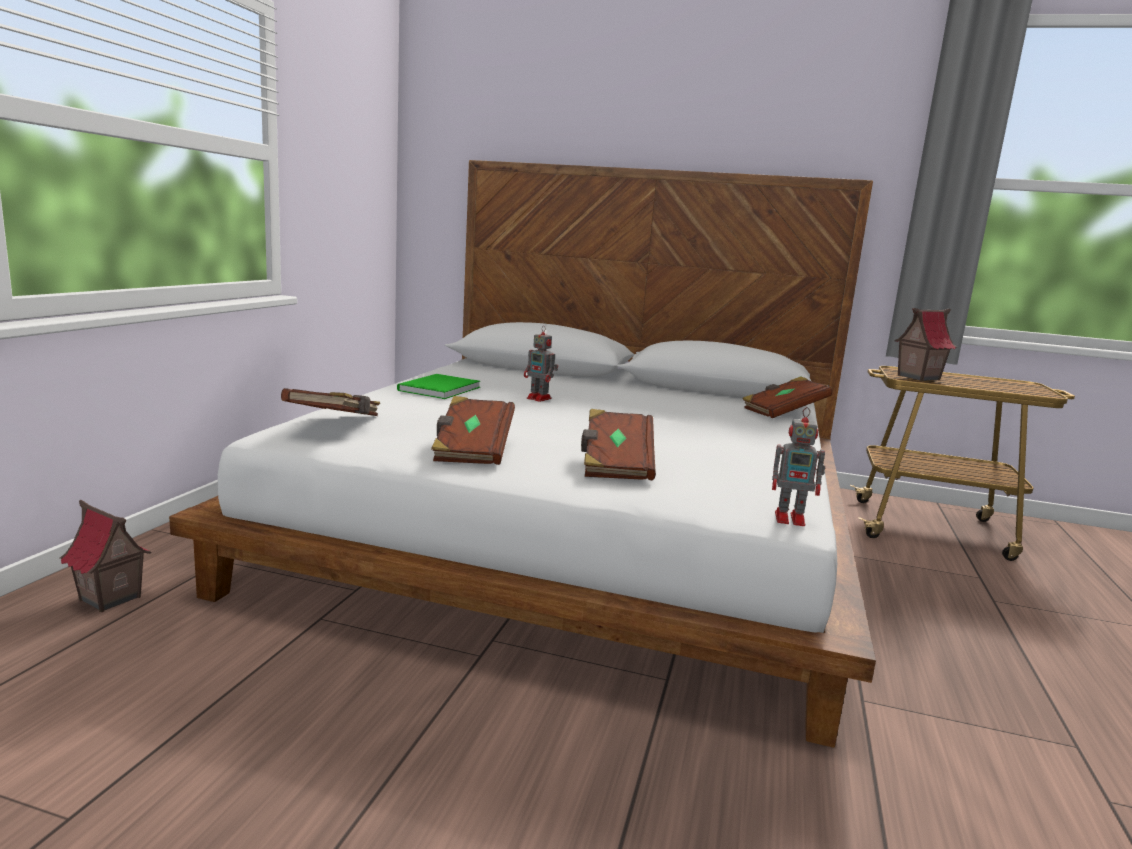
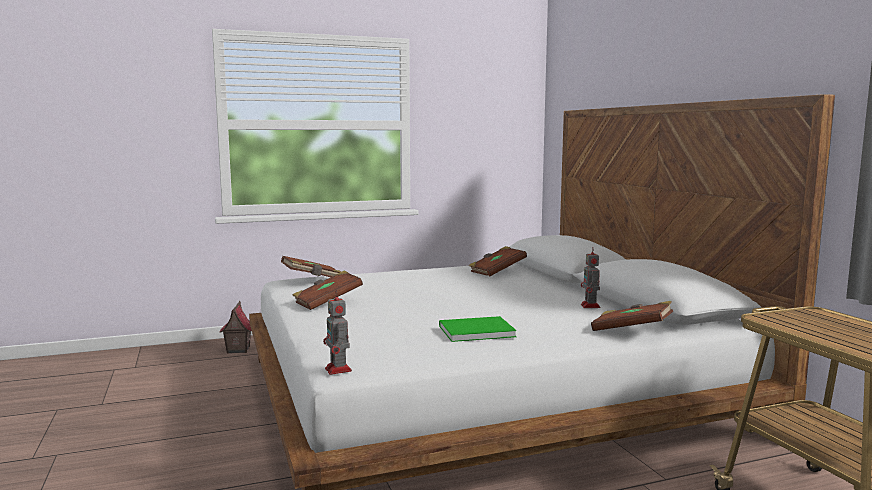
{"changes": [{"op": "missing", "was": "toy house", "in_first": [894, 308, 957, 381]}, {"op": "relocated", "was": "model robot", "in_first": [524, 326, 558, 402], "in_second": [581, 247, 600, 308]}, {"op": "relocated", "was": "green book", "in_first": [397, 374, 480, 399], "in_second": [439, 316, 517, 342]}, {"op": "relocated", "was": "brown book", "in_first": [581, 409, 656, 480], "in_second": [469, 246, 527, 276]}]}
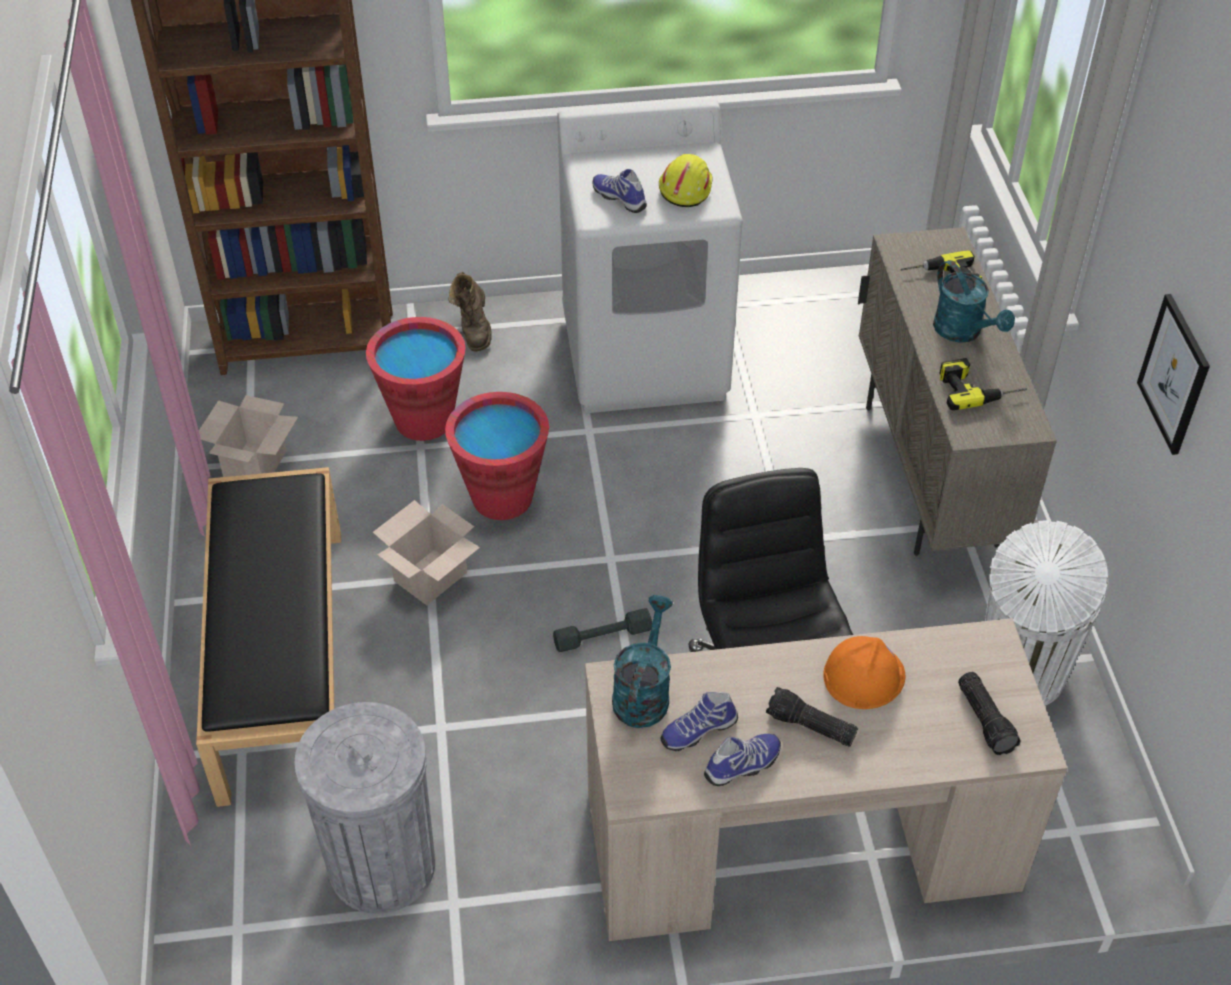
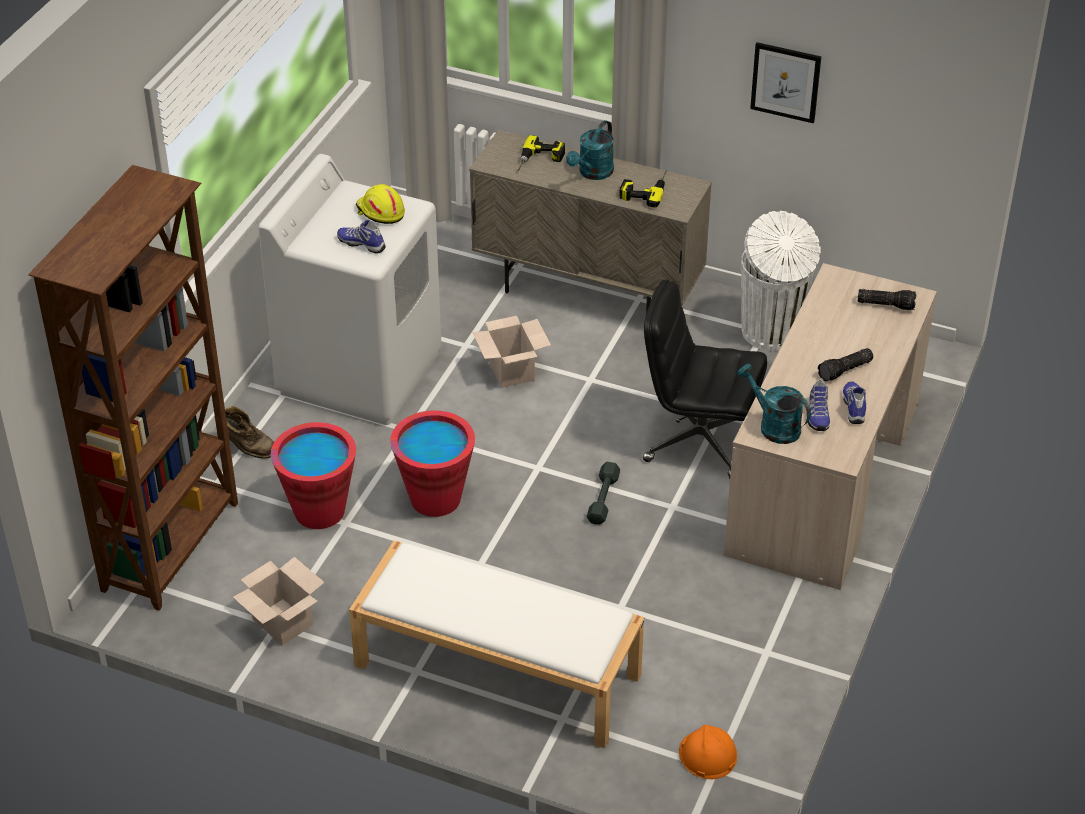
{"changes": [{"op": "spun", "was": "low shoe", "in_first": [592, 169, 647, 213], "in_second": [337, 220, 386, 253], "clockwise": 45}, {"op": "spun", "was": "turquoise sprinkling can", "in_first": [933, 260, 1015, 343], "in_second": [566, 120, 614, 180], "clockwise": 120}, {"op": "colour", "was": "black-coloured long seat", "now": "white-coloured long seat", "in_first": [196, 467, 341, 807], "in_second": [349, 540, 644, 748]}, {"op": "relocated", "was": "cardboard box", "in_first": [373, 500, 480, 605], "in_second": [472, 316, 551, 388]}, {"op": "relocated", "was": "orange hard hat", "in_first": [823, 636, 905, 709], "in_second": [679, 725, 737, 779]}, {"op": "missing", "was": "grey rubbish bin", "in_first": [294, 702, 435, 914]}]}
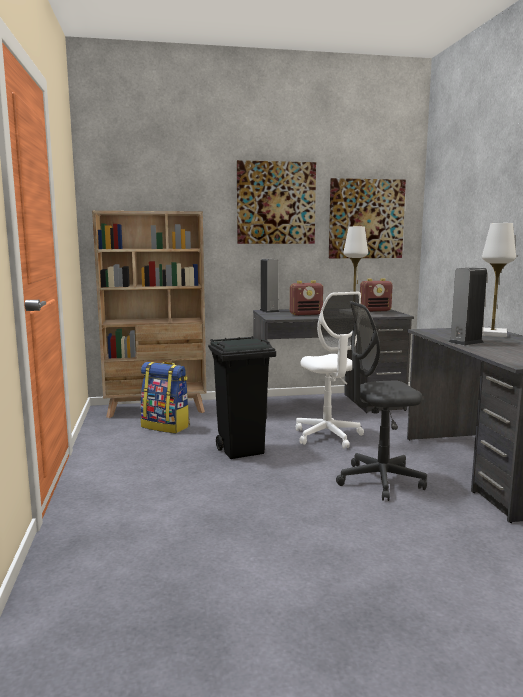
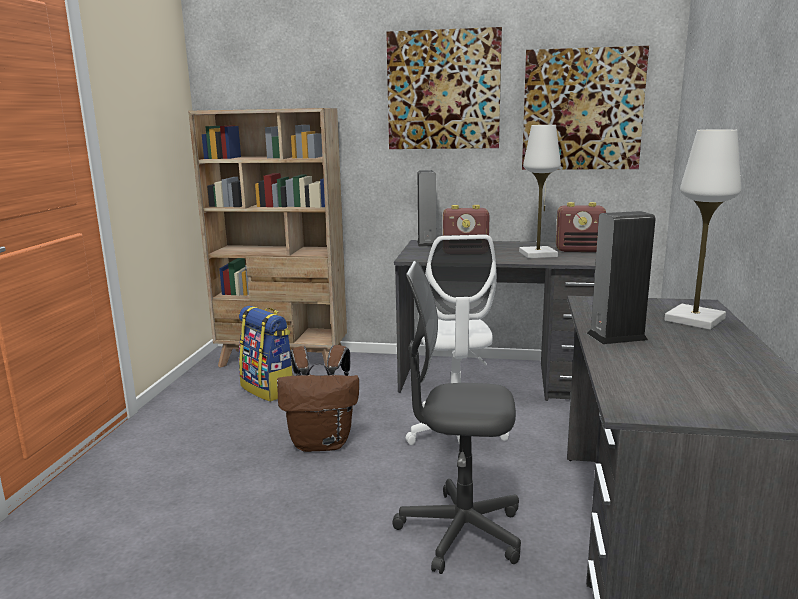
{"changes": [{"op": "exchanged", "was": "black-coloured rubbish bin", "now": "brown rucksack", "in_first": [208, 336, 276, 459], "in_second": [277, 345, 359, 452]}]}
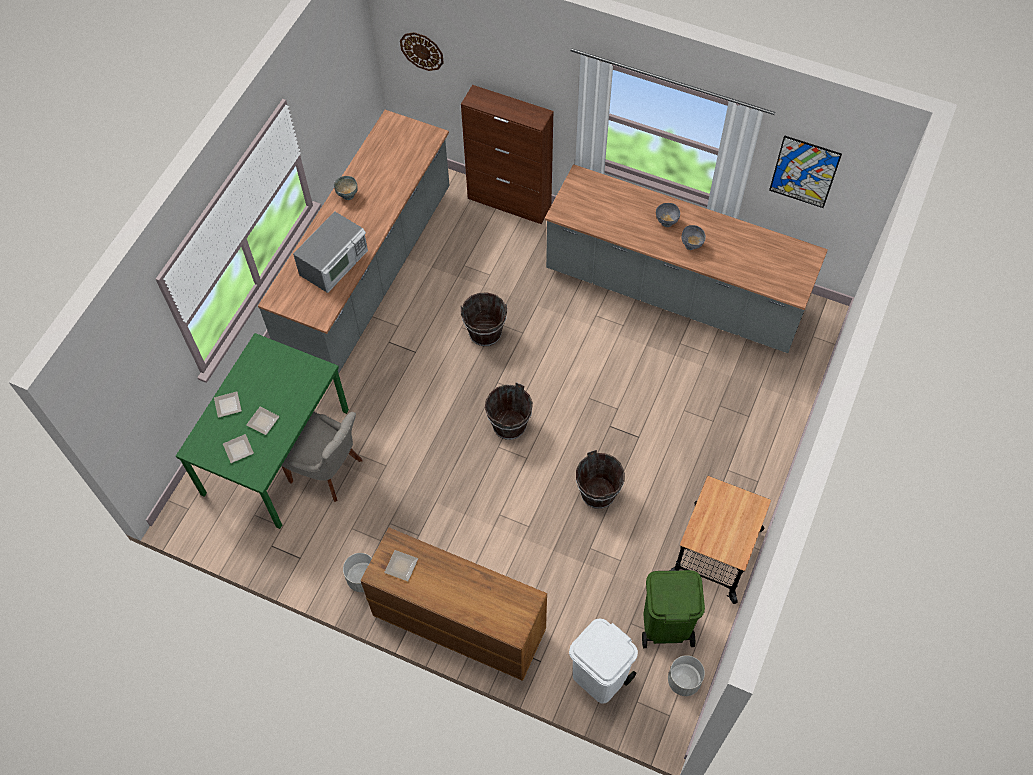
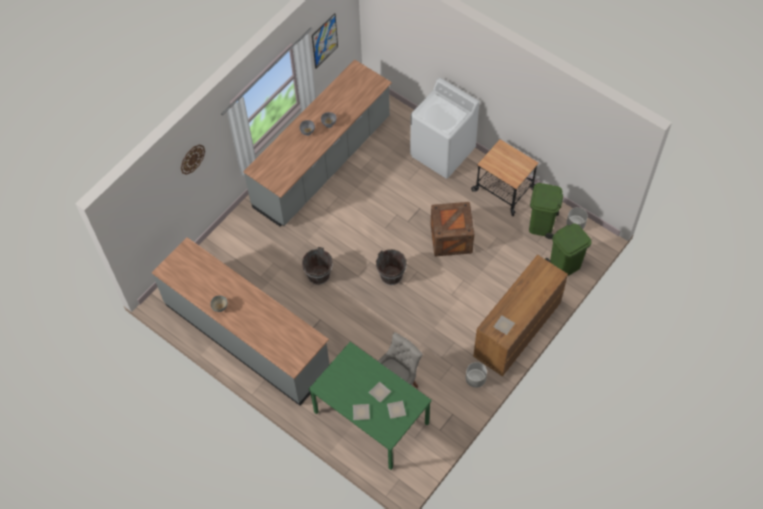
{"changes": [{"op": "relocated", "was": "hanging clock", "in_first": [400, 32, 444, 71], "in_second": [181, 144, 205, 175]}, {"op": "missing", "was": "brown storage cabinet", "in_first": [461, 85, 554, 224]}, {"op": "missing", "was": "kitchen microwave", "in_first": [293, 212, 368, 293]}, {"op": "exchanged", "was": "brown bucket", "now": "crate", "in_first": [576, 450, 625, 509], "in_second": [431, 202, 474, 256]}, {"op": "colour", "was": "white-coloured rubbish bin", "now": "green rubbish bin", "in_first": [569, 618, 638, 704], "in_second": [545, 224, 591, 276]}, {"op": "appeared", "now": "white-coloured washing machine", "in_second": [410, 78, 479, 179]}]}
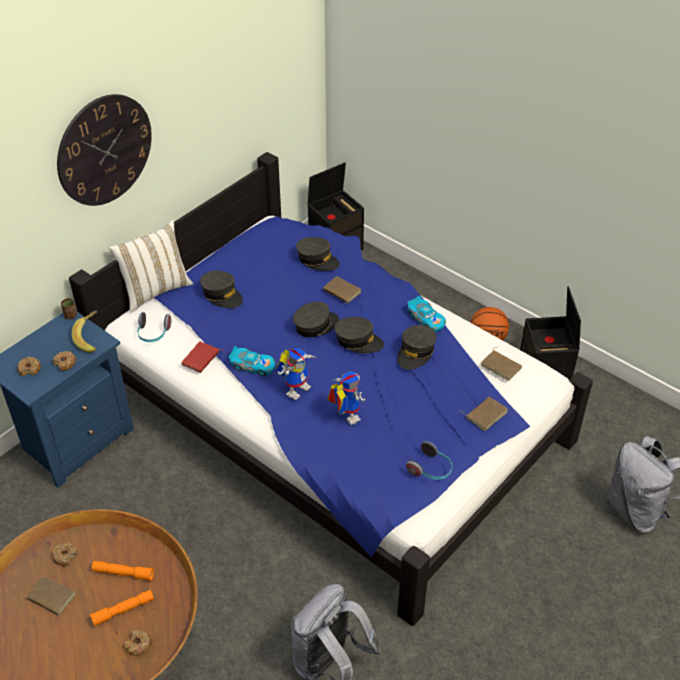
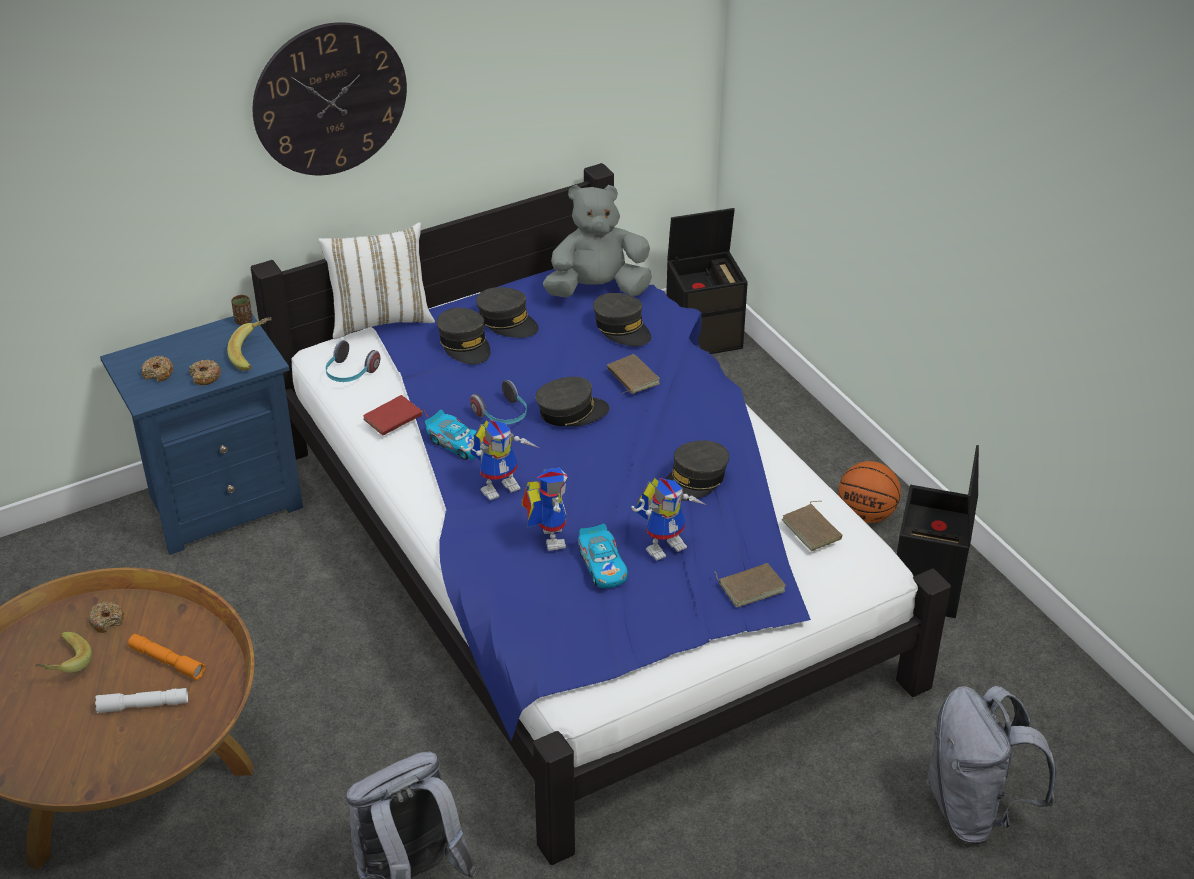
{"changes": [{"op": "relocated", "was": "model car", "in_first": [407, 296, 446, 332], "in_second": [578, 523, 628, 588]}, {"op": "relocated", "was": "grey cap", "in_first": [335, 317, 384, 353], "in_second": [476, 287, 539, 338]}, {"op": "relocated", "was": "pair of headphones", "in_first": [406, 441, 452, 480], "in_second": [470, 380, 527, 424]}, {"op": "exchanged", "was": "brown book", "now": "banana", "in_first": [26, 576, 76, 621], "in_second": [35, 632, 92, 673]}, {"op": "colour", "was": "orange torch", "now": "white-coloured torch", "in_first": [90, 590, 154, 626], "in_second": [95, 688, 188, 713]}, {"op": "missing", "was": "doughnut", "in_first": [124, 630, 152, 656]}, {"op": "appeared", "now": "grey soft toy", "in_second": [543, 185, 652, 298]}, {"op": "appeared", "now": "model robot", "in_second": [631, 478, 706, 561]}]}
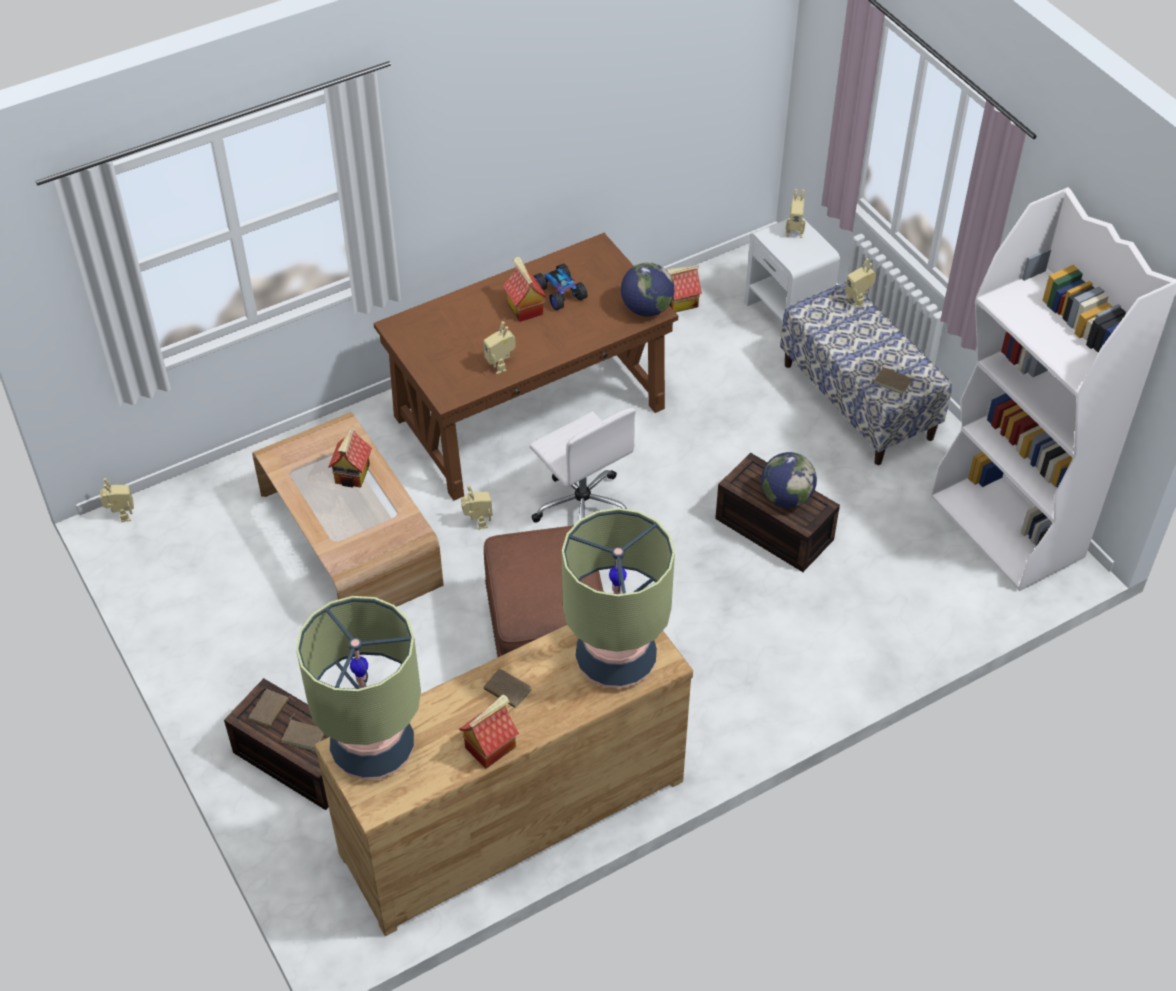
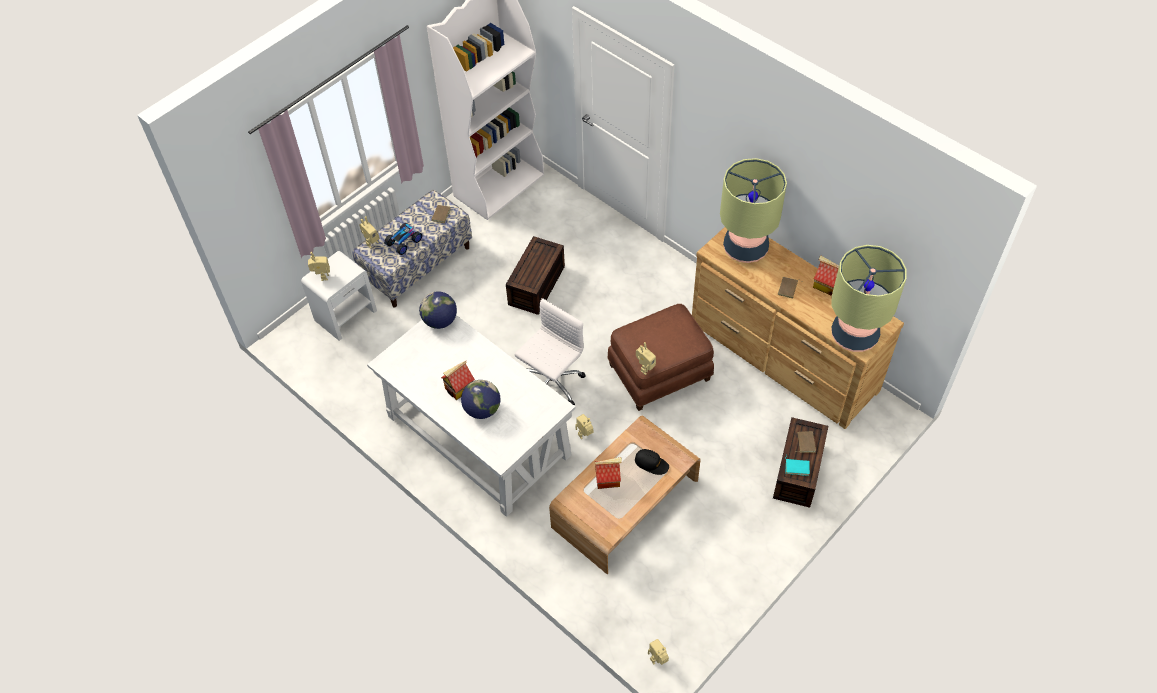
{"changes": [{"op": "colour", "was": "brown desk", "now": "white-coloured desk", "in_first": [373, 233, 678, 501], "in_second": [367, 315, 575, 517]}, {"op": "relocated", "was": "model car", "in_first": [534, 263, 587, 310], "in_second": [384, 223, 422, 255]}, {"op": "missing", "was": "toy house", "in_first": [666, 265, 702, 312]}, {"op": "relocated", "was": "model robot", "in_first": [484, 321, 516, 375], "in_second": [636, 342, 656, 375]}, {"op": "relocated", "was": "globe", "in_first": [761, 452, 817, 508], "in_second": [461, 380, 500, 419]}, {"op": "colour", "was": "brown book", "now": "turquoise book", "in_first": [249, 689, 295, 727], "in_second": [785, 455, 810, 476]}, {"op": "appeared", "now": "black-coloured cap", "in_second": [635, 449, 669, 475]}]}
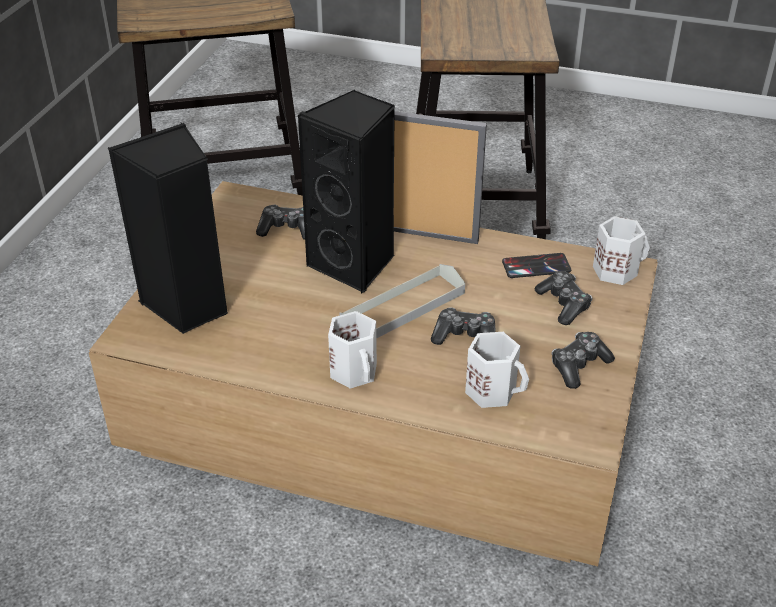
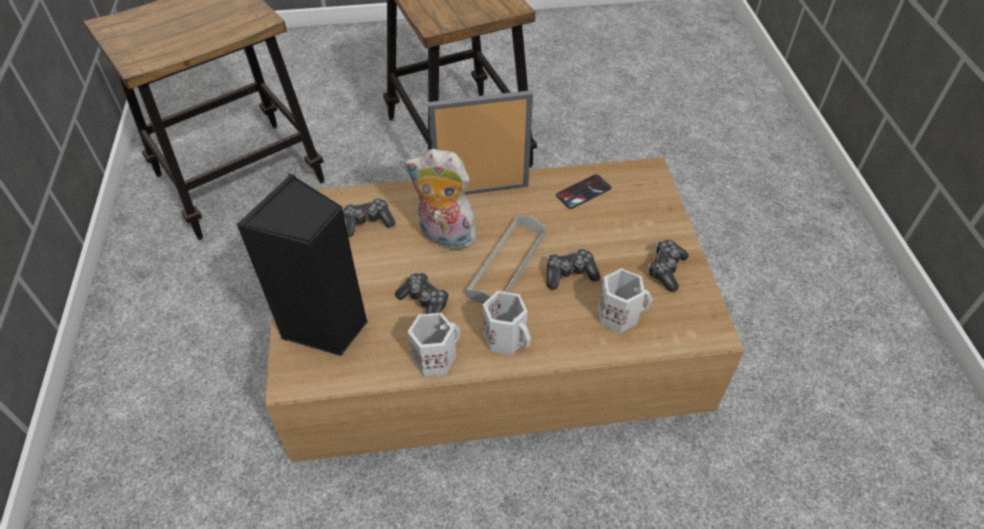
{"changes": [{"op": "exchanged", "was": "black-coloured audio speaker", "now": "soft toy", "in_first": [297, 90, 395, 293], "in_second": [404, 149, 477, 253]}, {"op": "relocated", "was": "white-coloured mug", "in_first": [593, 216, 650, 285], "in_second": [408, 313, 460, 377]}, {"op": "relocated", "was": "joypad", "in_first": [535, 271, 592, 325], "in_second": [395, 273, 449, 314]}]}
